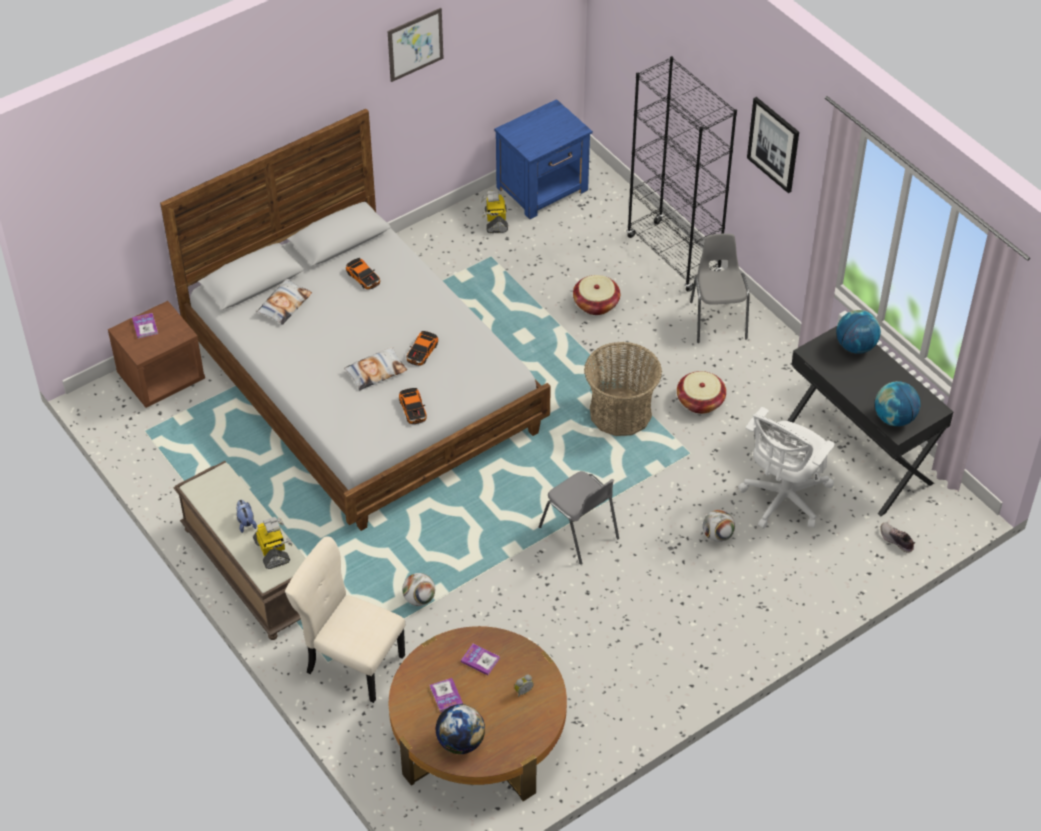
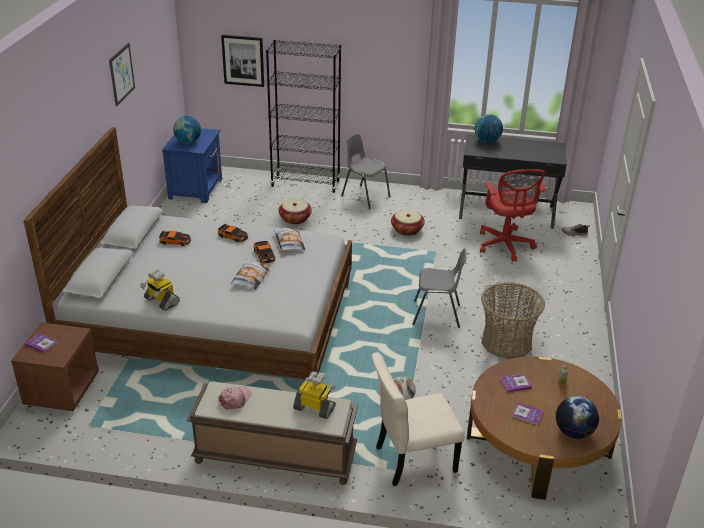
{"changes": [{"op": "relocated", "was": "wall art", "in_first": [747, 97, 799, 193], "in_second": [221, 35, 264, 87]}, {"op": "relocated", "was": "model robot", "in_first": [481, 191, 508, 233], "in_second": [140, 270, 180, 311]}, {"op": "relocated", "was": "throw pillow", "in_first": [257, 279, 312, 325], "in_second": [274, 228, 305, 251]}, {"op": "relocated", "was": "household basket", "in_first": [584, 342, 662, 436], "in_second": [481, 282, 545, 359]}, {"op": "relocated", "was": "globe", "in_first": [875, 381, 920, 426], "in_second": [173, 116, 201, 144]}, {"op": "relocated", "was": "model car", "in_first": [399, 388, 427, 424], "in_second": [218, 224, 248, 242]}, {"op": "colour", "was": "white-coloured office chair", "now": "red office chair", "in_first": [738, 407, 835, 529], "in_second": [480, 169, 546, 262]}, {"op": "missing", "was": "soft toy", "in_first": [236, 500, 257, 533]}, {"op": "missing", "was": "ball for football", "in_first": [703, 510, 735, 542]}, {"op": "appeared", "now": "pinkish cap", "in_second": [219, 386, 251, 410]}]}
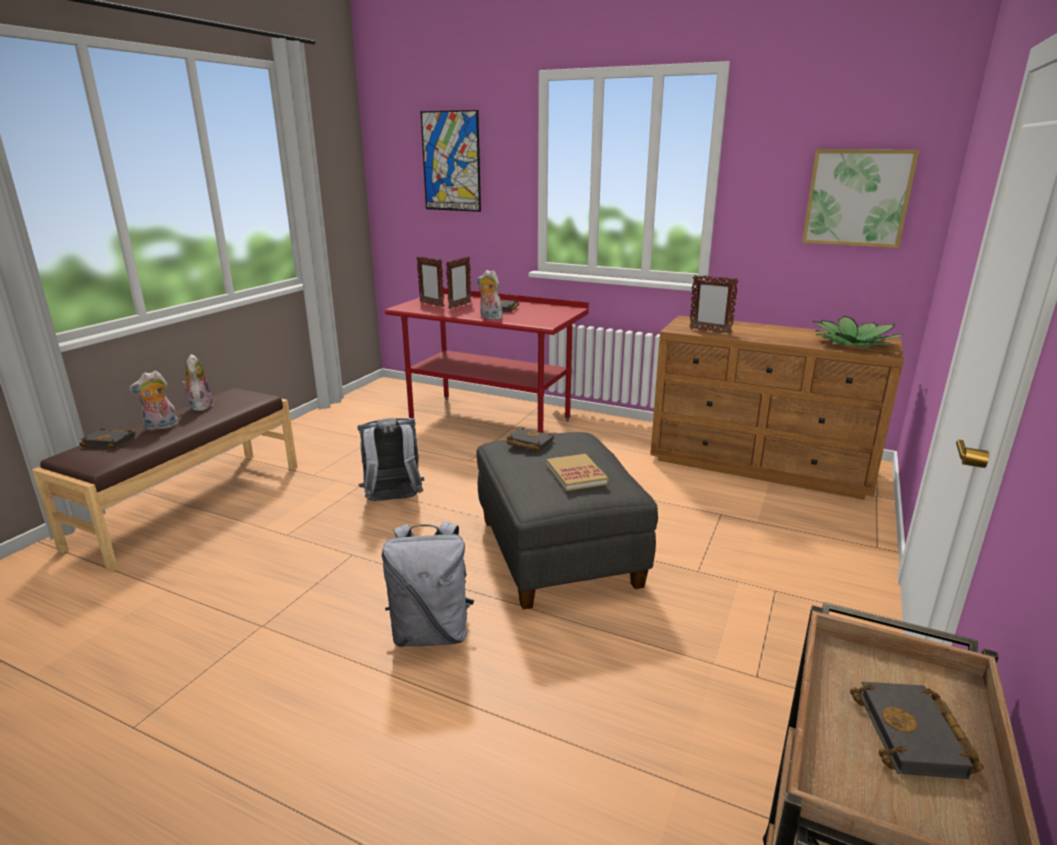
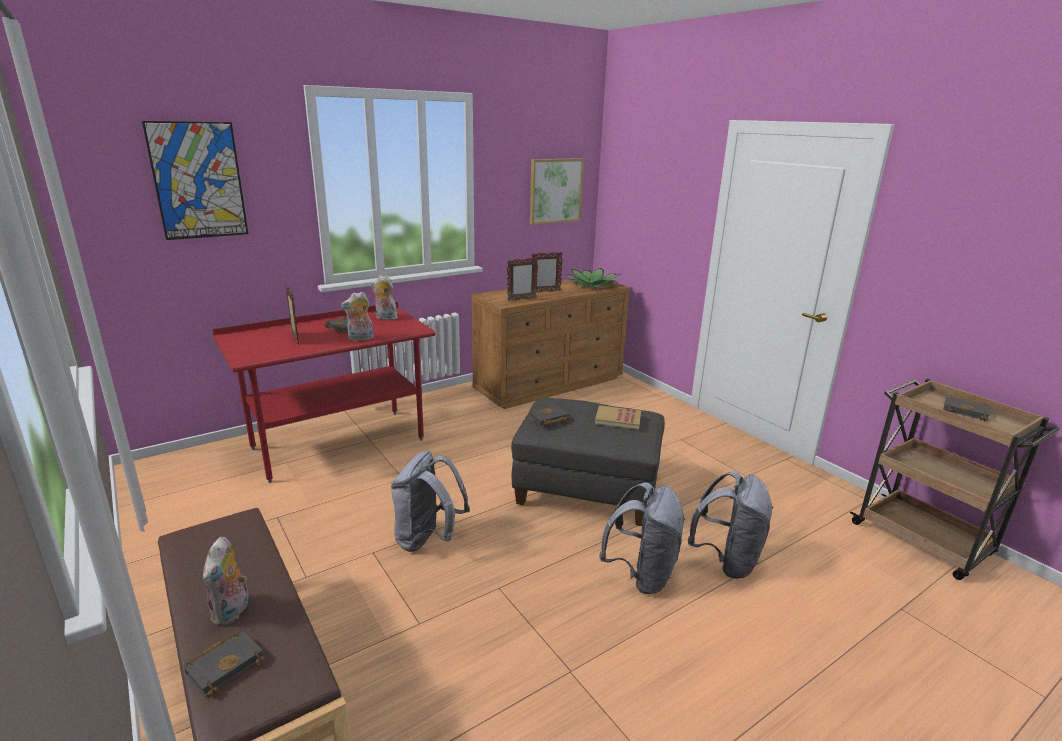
{"changes": [{"op": "relocated", "was": "standing frame", "in_first": [416, 256, 444, 307], "in_second": [531, 252, 563, 292]}, {"op": "relocated", "was": "soft toy", "in_first": [182, 354, 213, 411], "in_second": [370, 275, 398, 320]}, {"op": "appeared", "now": "grey rucksack", "in_second": [687, 471, 773, 579]}]}
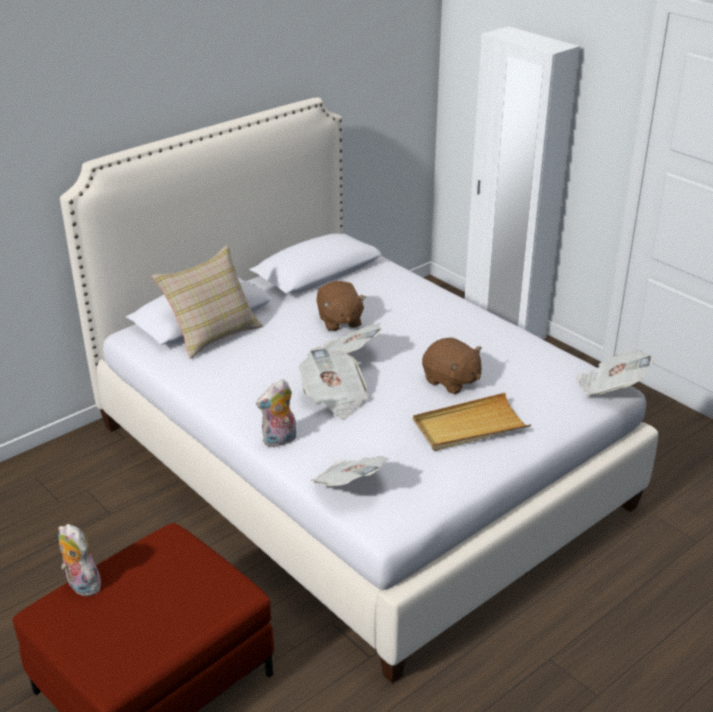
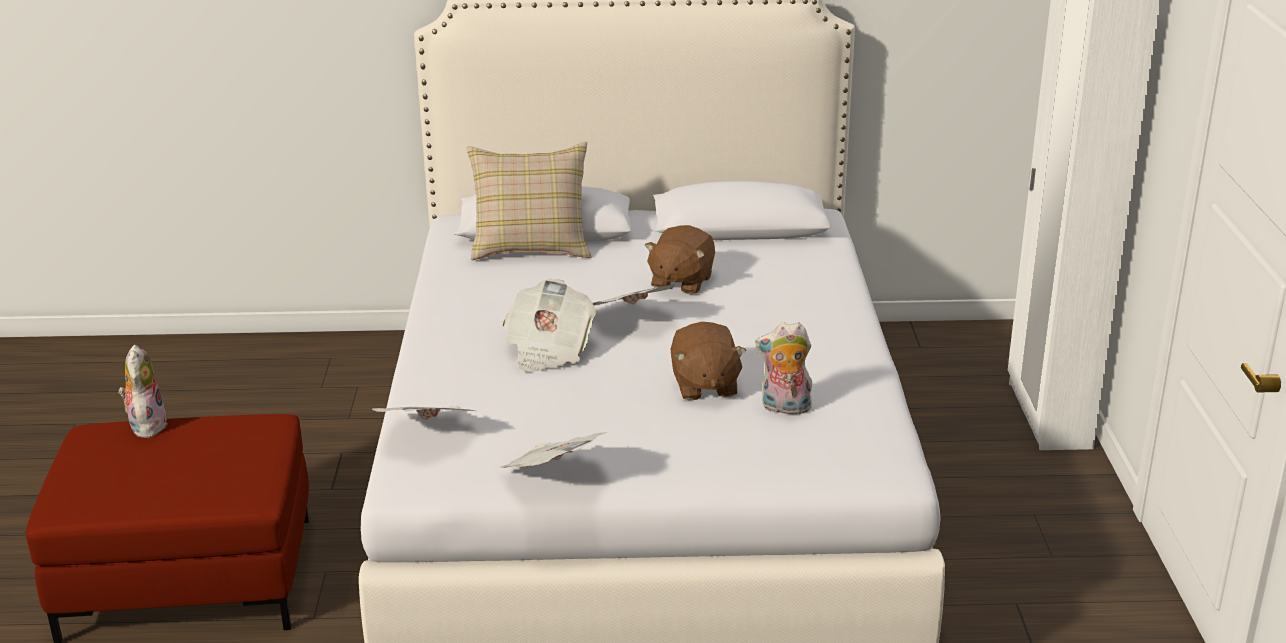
{"changes": [{"op": "relocated", "was": "newspaper", "in_first": [576, 350, 654, 396], "in_second": [501, 432, 607, 468]}, {"op": "relocated", "was": "soft toy", "in_first": [256, 379, 296, 447], "in_second": [755, 322, 813, 414]}, {"op": "missing", "was": "beige-coloured serving tray", "in_first": [413, 393, 531, 451]}]}
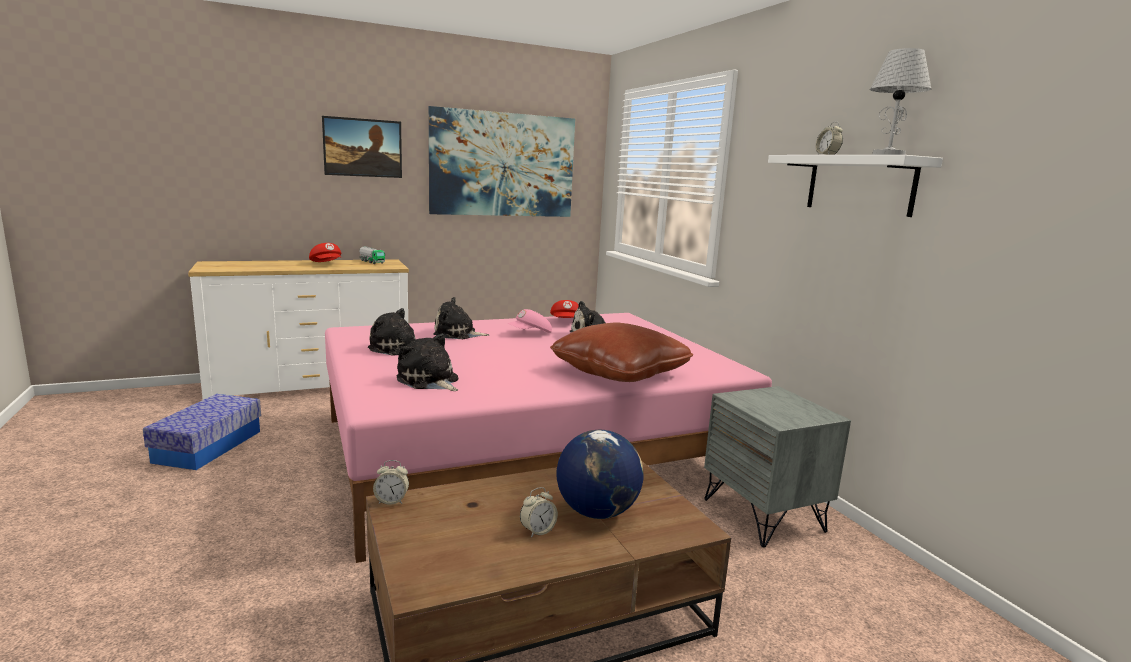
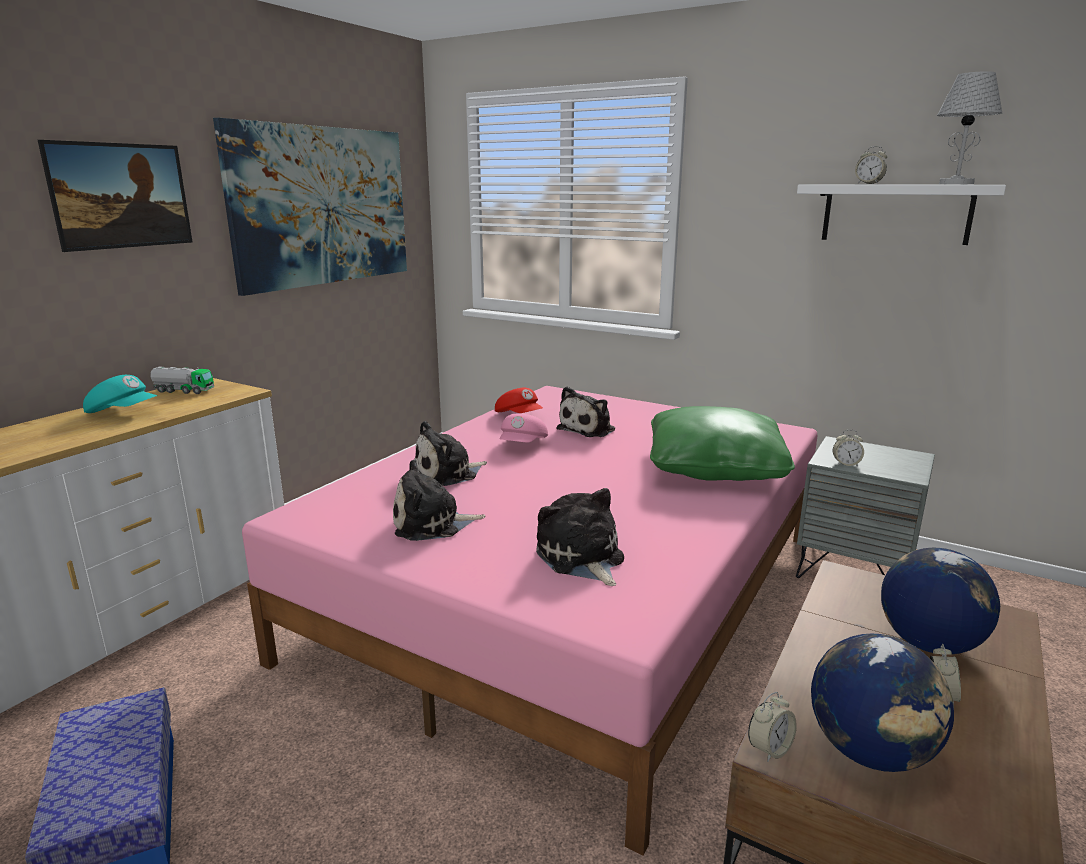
{"changes": [{"op": "colour", "was": "red cap", "now": "turquoise cap", "in_first": [309, 243, 342, 262], "in_second": [83, 375, 157, 413]}, {"op": "colour", "was": "brown throw pillow", "now": "green throw pillow", "in_first": [550, 322, 693, 382], "in_second": [650, 406, 795, 481]}, {"op": "spun", "was": "soft toy", "in_first": [397, 334, 458, 391], "in_second": [536, 488, 624, 586], "clockwise": 60}, {"op": "appeared", "now": "alarm clock", "in_second": [833, 430, 864, 467]}, {"op": "appeared", "now": "globe", "in_second": [811, 634, 954, 772]}]}
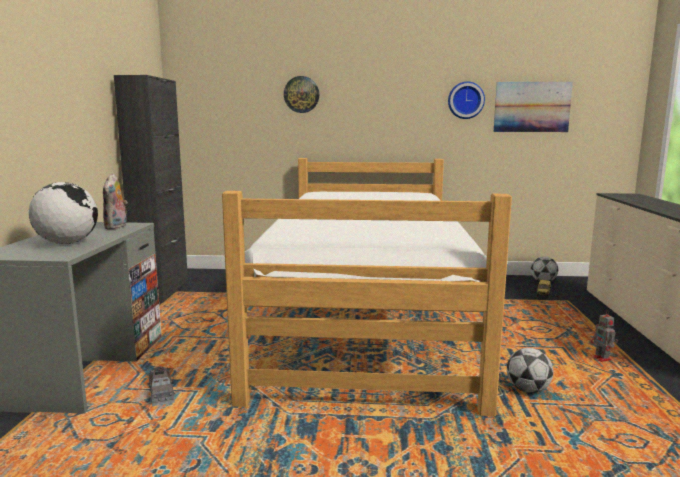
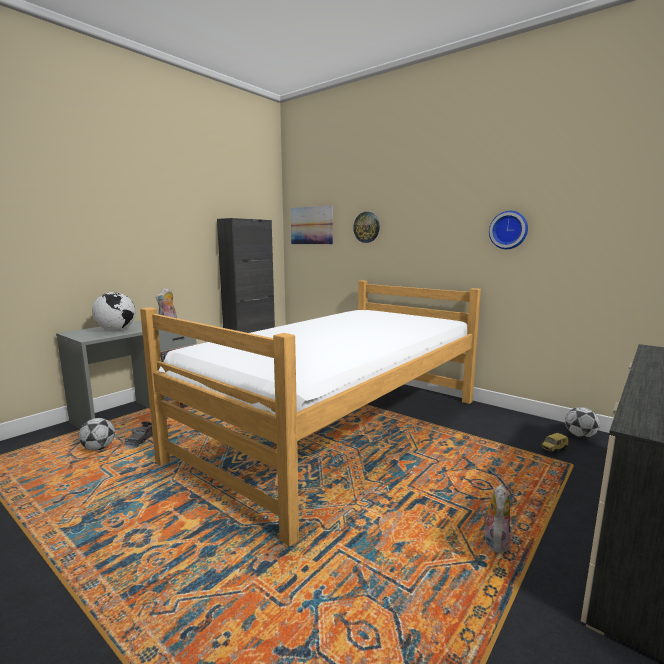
{"changes": [{"op": "relocated", "was": "wall art", "in_first": [494, 82, 573, 132], "in_second": [291, 205, 333, 244]}, {"op": "exchanged", "was": "model robot", "now": "soft toy", "in_first": [591, 311, 617, 362], "in_second": [482, 484, 511, 554]}, {"op": "relocated", "was": "ball for football", "in_first": [507, 348, 553, 393], "in_second": [79, 418, 115, 450]}]}
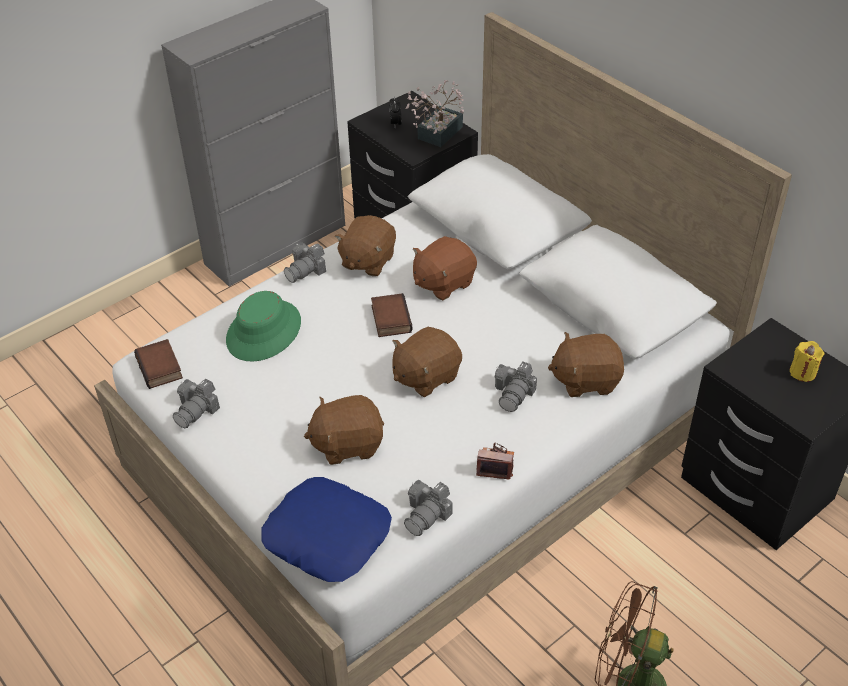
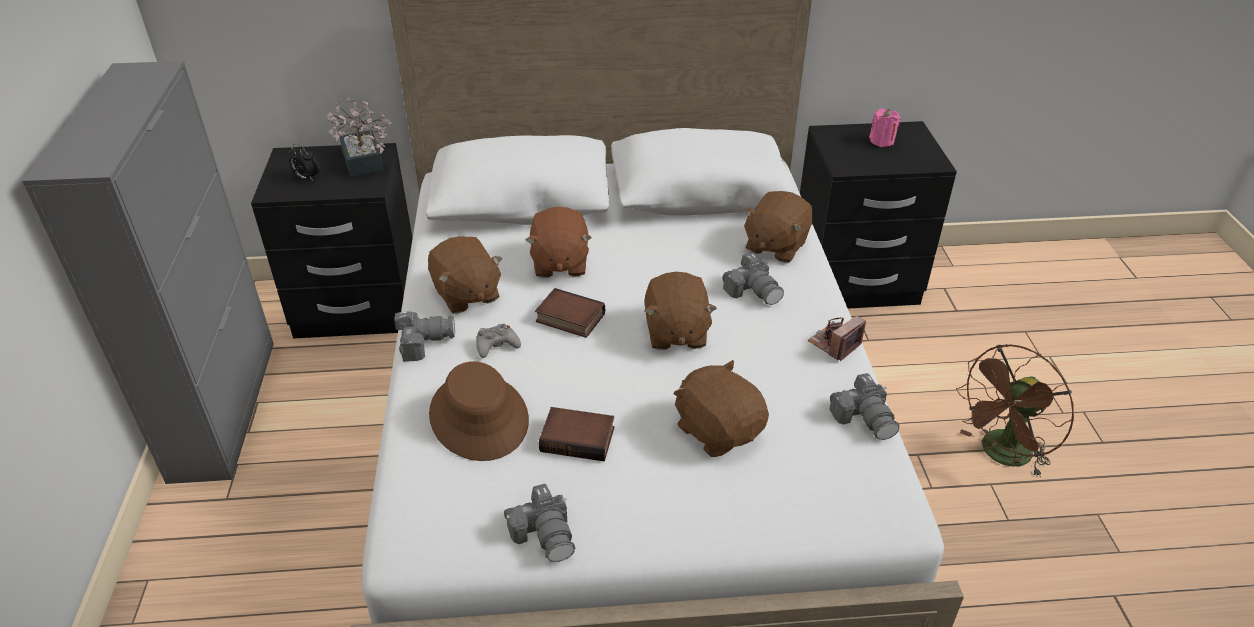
{"changes": [{"op": "spun", "was": "photo camera", "in_first": [284, 242, 326, 283], "in_second": [394, 310, 455, 362], "clockwise": -90}, {"op": "colour", "was": "green hat", "now": "brown hat", "in_first": [226, 291, 301, 362], "in_second": [429, 361, 529, 461]}, {"op": "relocated", "was": "book", "in_first": [134, 339, 183, 389], "in_second": [539, 407, 614, 461]}, {"op": "colour", "was": "yellowish candle", "now": "pinkish candle", "in_first": [790, 341, 824, 382], "in_second": [869, 109, 901, 147]}, {"op": "spun", "was": "brown soft toy", "in_first": [304, 395, 384, 465], "in_second": [674, 360, 769, 457], "clockwise": 120}, {"op": "missing", "was": "blue throw pillow", "in_first": [261, 477, 392, 582]}, {"op": "appeared", "now": "grey joypad", "in_second": [476, 324, 521, 358]}]}
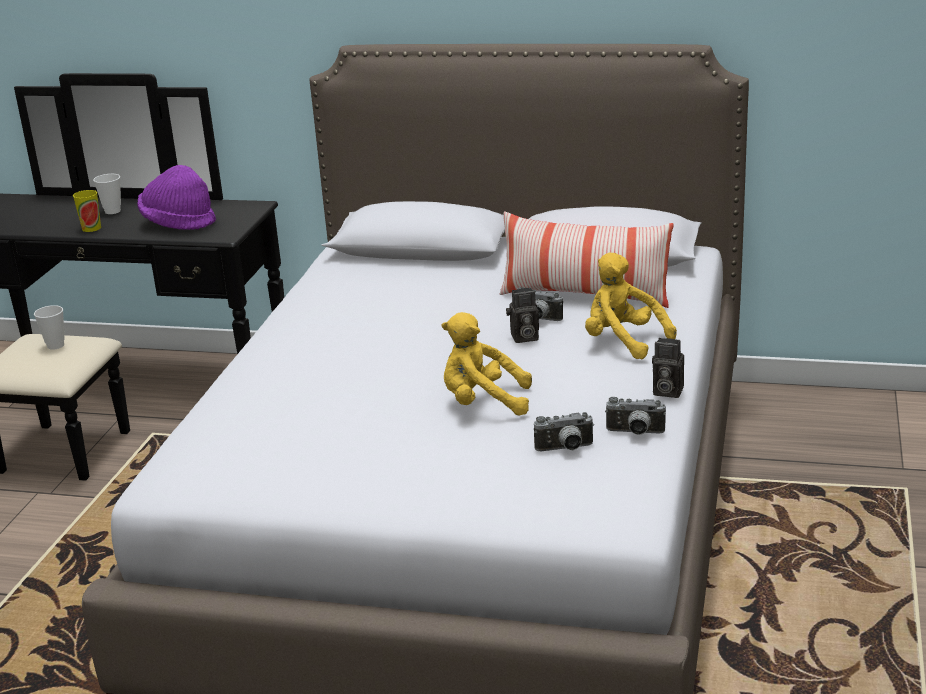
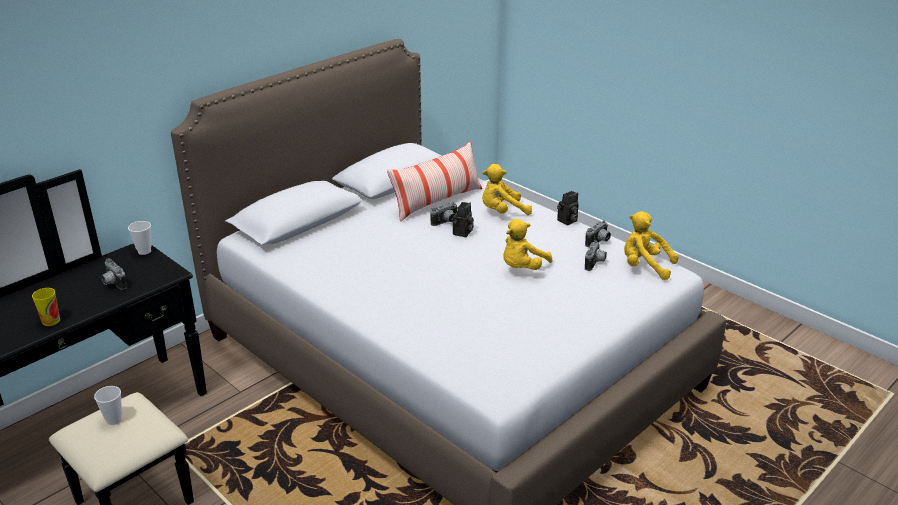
{"changes": [{"op": "exchanged", "was": "purple hat", "now": "photo camera", "in_first": [137, 165, 216, 230], "in_second": [101, 258, 127, 290]}, {"op": "relocated", "was": "cup", "in_first": [93, 174, 121, 214], "in_second": [128, 221, 151, 255]}, {"op": "appeared", "now": "yellowish soft toy", "in_second": [624, 211, 679, 280]}]}
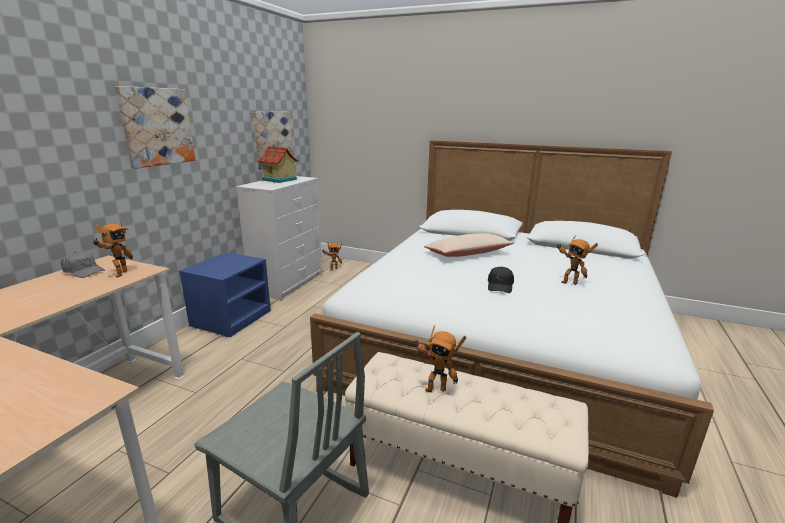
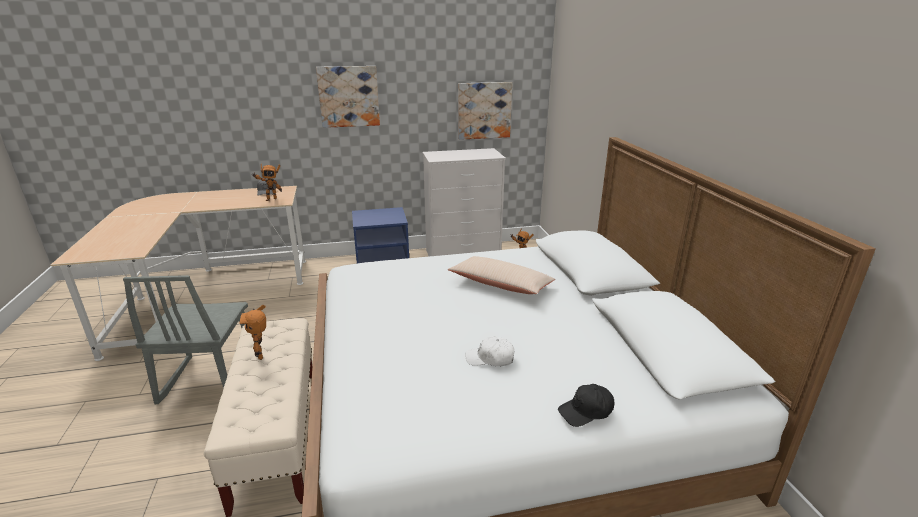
{"changes": [{"op": "missing", "was": "toy house", "in_first": [258, 146, 298, 183]}, {"op": "exchanged", "was": "model robot", "now": "white-coloured cap", "in_first": [556, 236, 598, 285], "in_second": [465, 336, 515, 367]}, {"op": "relocated", "was": "black-coloured cap", "in_first": [488, 266, 514, 293], "in_second": [558, 384, 614, 427]}]}
